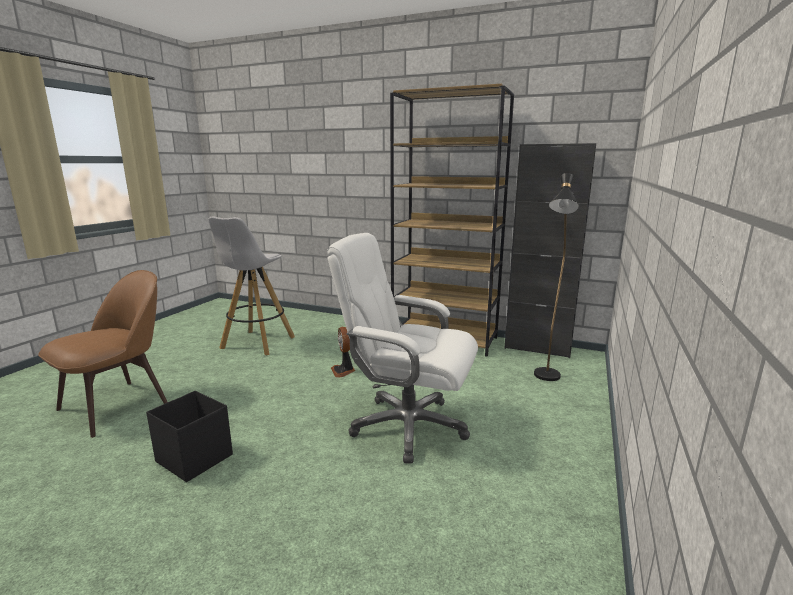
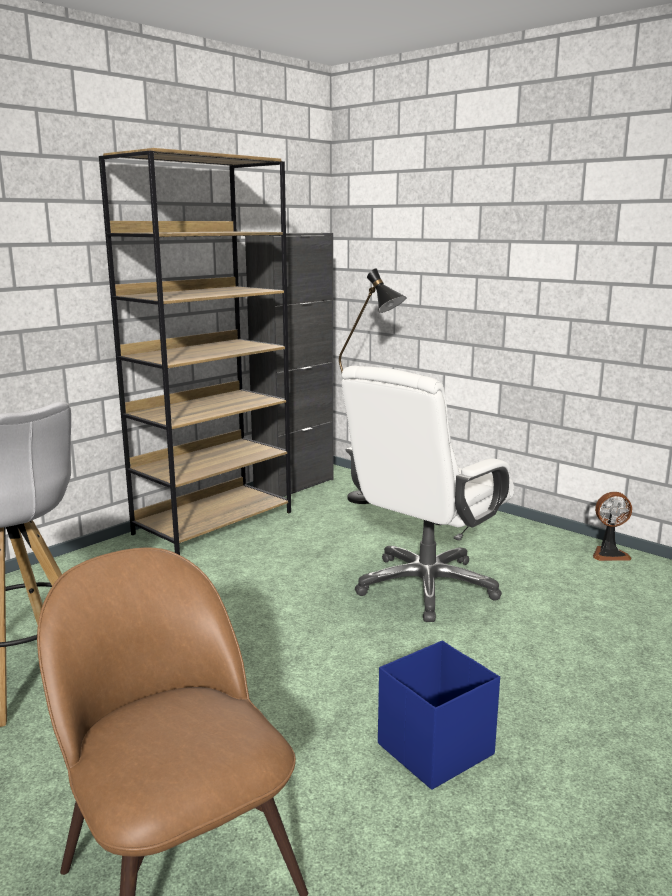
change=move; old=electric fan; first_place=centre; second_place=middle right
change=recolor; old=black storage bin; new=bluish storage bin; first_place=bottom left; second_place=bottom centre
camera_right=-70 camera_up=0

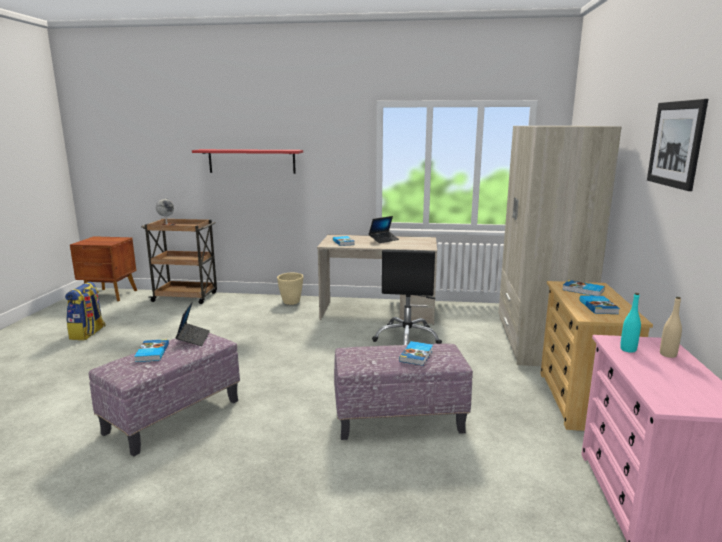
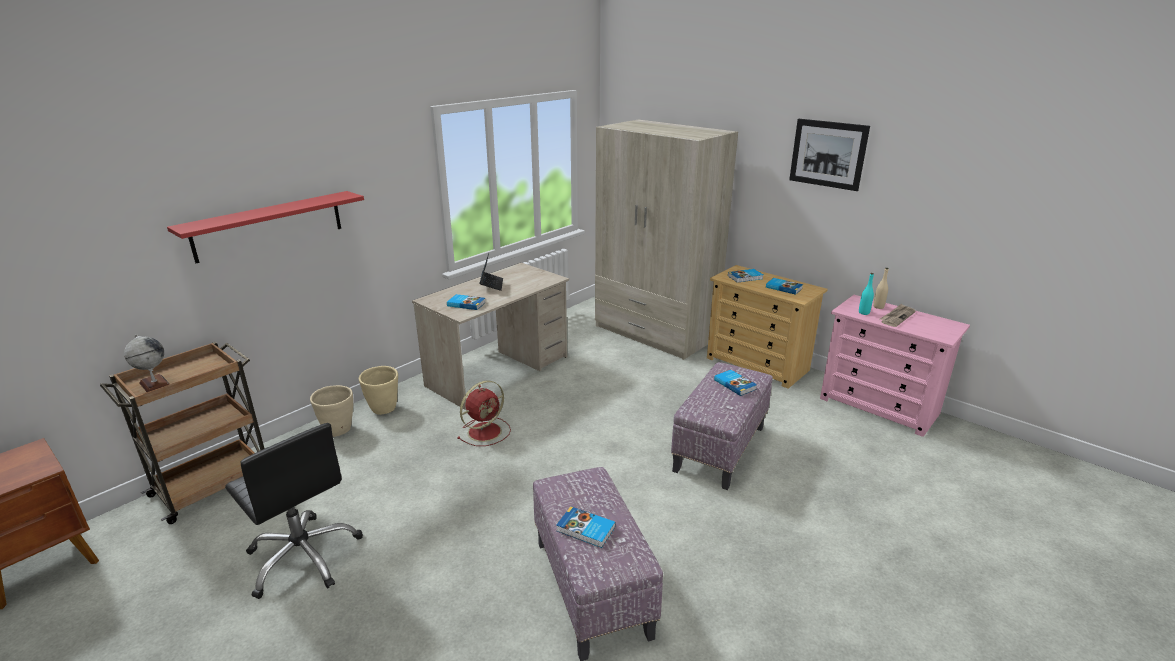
change=move; old=black computer chair; first_place=centre; second_place=bottom left
change=delete; old=backpack; first_place=middle left
change=delete; old=laptop (1st from left); first_place=middle left
change=insert; new=printed paper; second_place=middle right
change=insert; new=reddish electric fan; second_place=centre
change=insert; new=beige planter (1st from left); second_place=middle left
camera_right=-55 camera_up=10

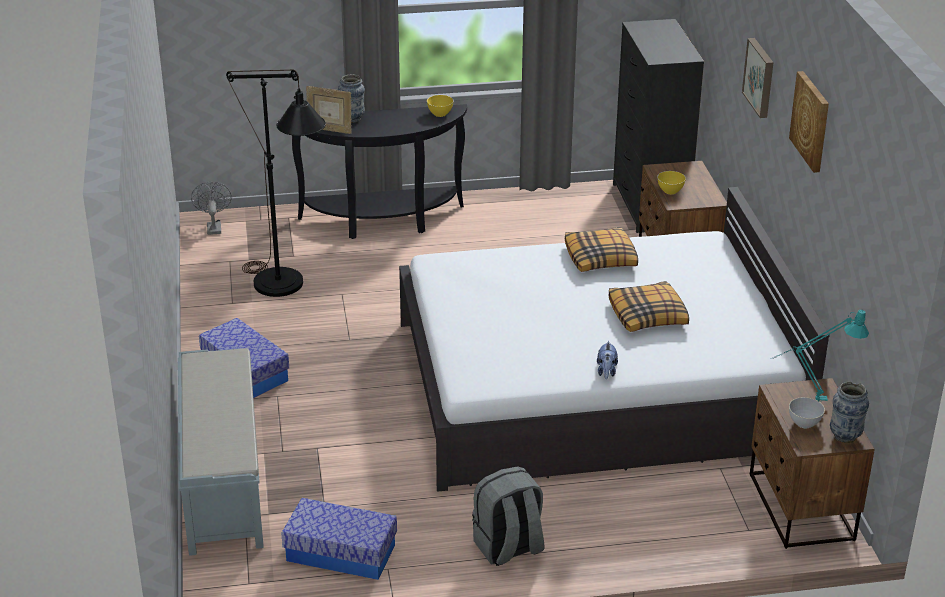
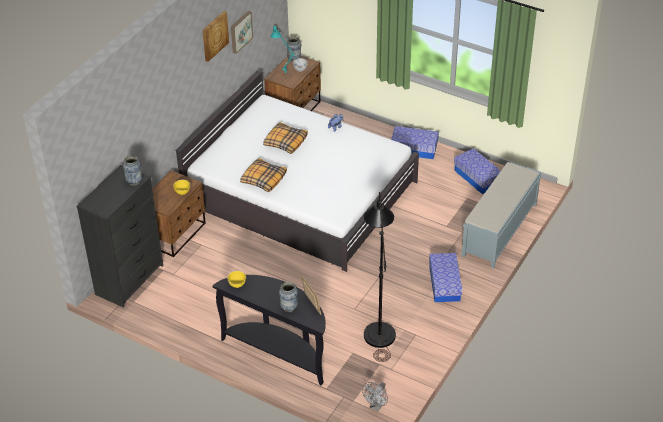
change=move; old=wall picture (1st from left in the first image); new=wall picture (2nd from left); first_place=top right; second_place=top centre
change=replace; old=gray backpack; new=storage bin (1st from left); first_place=bottom centre; second_place=centre
change=insert; new=decorative vase (1st from left); second_place=middle left
camera_right=-140 camera_up=10

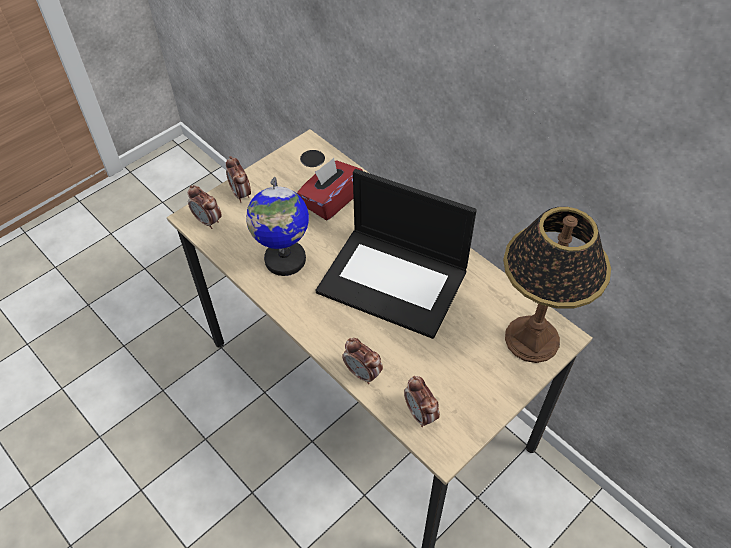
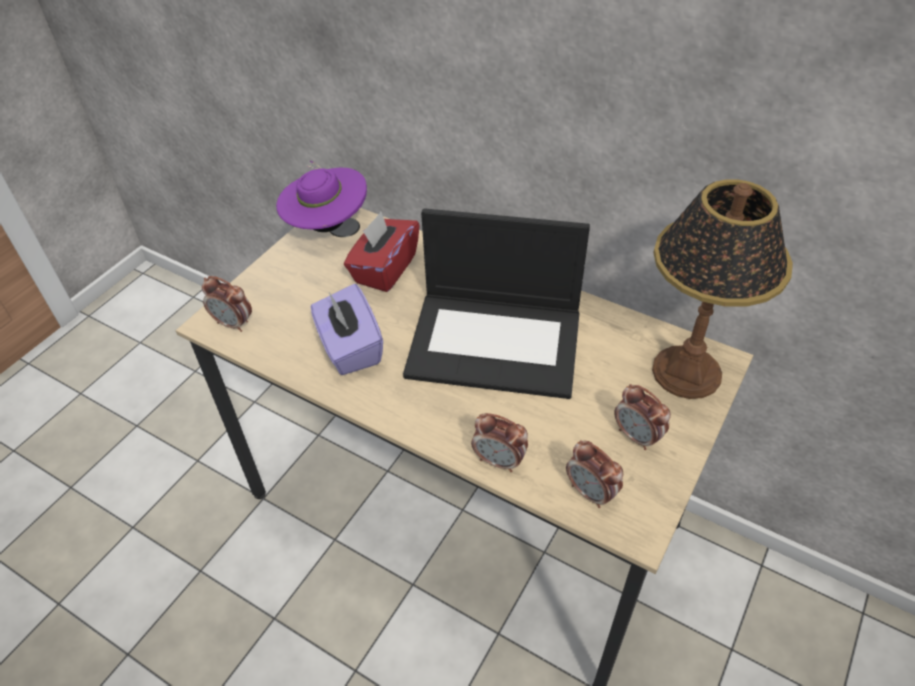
change=move; old=table clock (2nd from left in the first image); new=table clock (4th from left); first_place=top left; second_place=middle right
change=replace; old=globe; new=purplish tissue box; first_place=centre; second_place=centre
change=insert; new=purplish hat; second_place=top centre
camera_right=-15 camera_up=-5

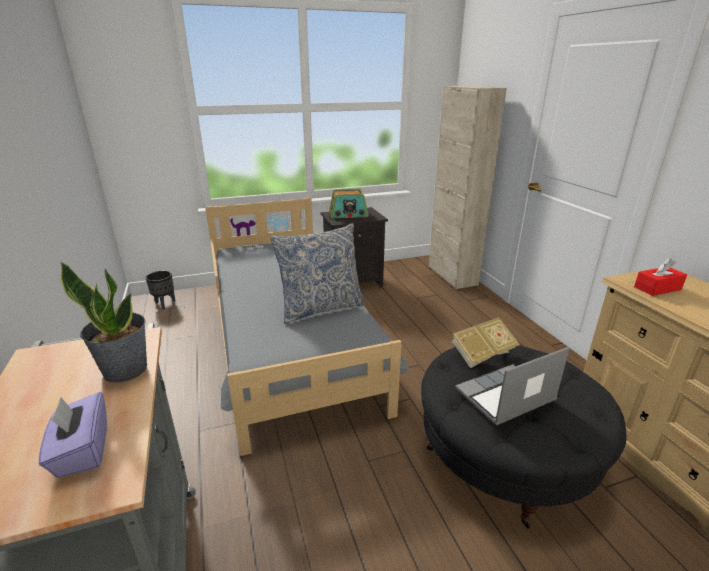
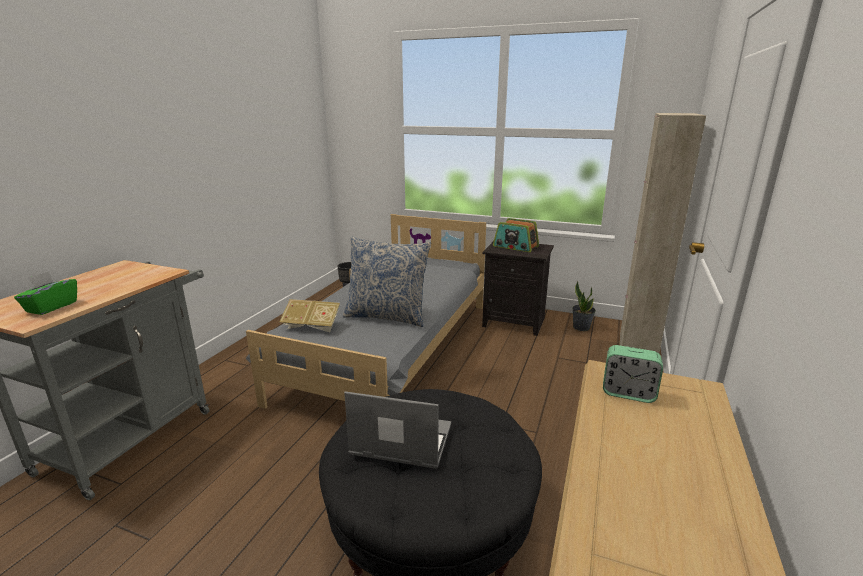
change=replace; old=reddish tissue box; new=table clock; first_place=middle right; second_place=middle right
change=move; old=houseplant; first_place=middle left; second_place=middle right
change=move; old=bound book; first_place=middle right; second_place=centre
change=recolor; old=purplish tissue box; new=greenish tissue box; first_place=bottom left; second_place=middle left
camera_right=40 camera_up=-5

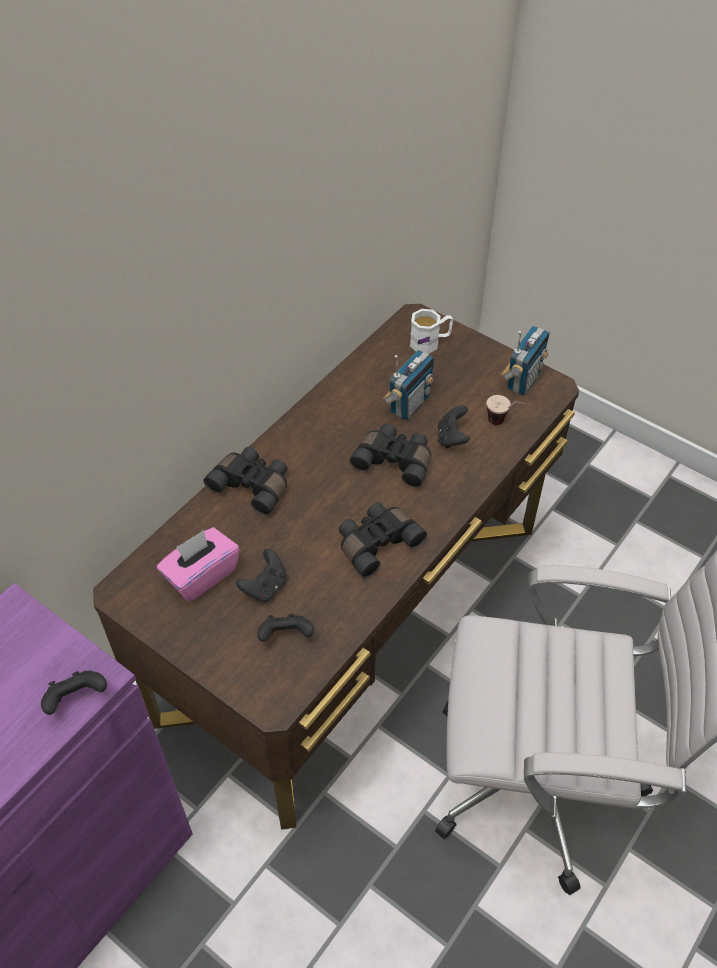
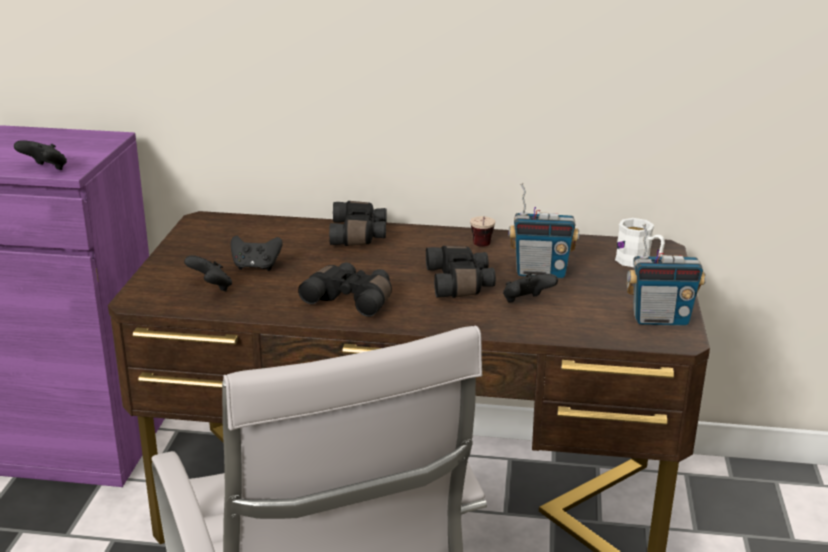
change=move; old=drinking cup; first_place=middle right; second_place=centre
change=delete; old=pink tissue box; first_place=middle left
camera_right=60 camera_up=-25

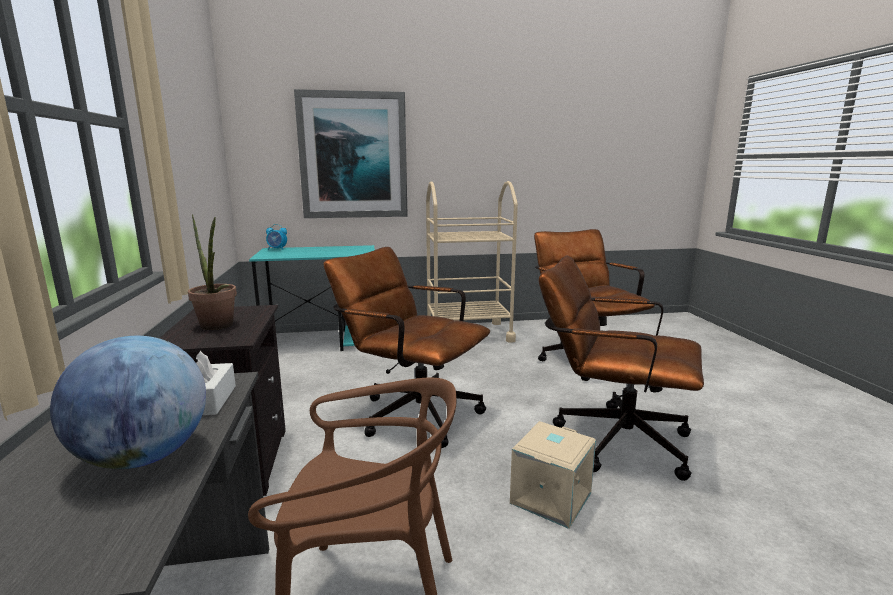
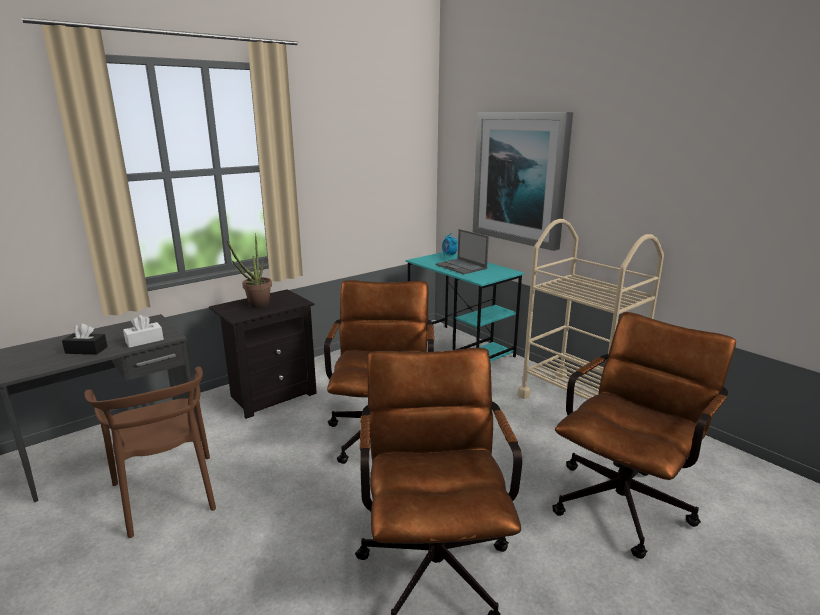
change=replace; old=globe; new=black tissue box; first_place=bottom left; second_place=middle left
change=delete; old=beige storage bin; first_place=bottom centre
change=insert; new=laptop; second_place=centre
camera_right=60 camera_up=5

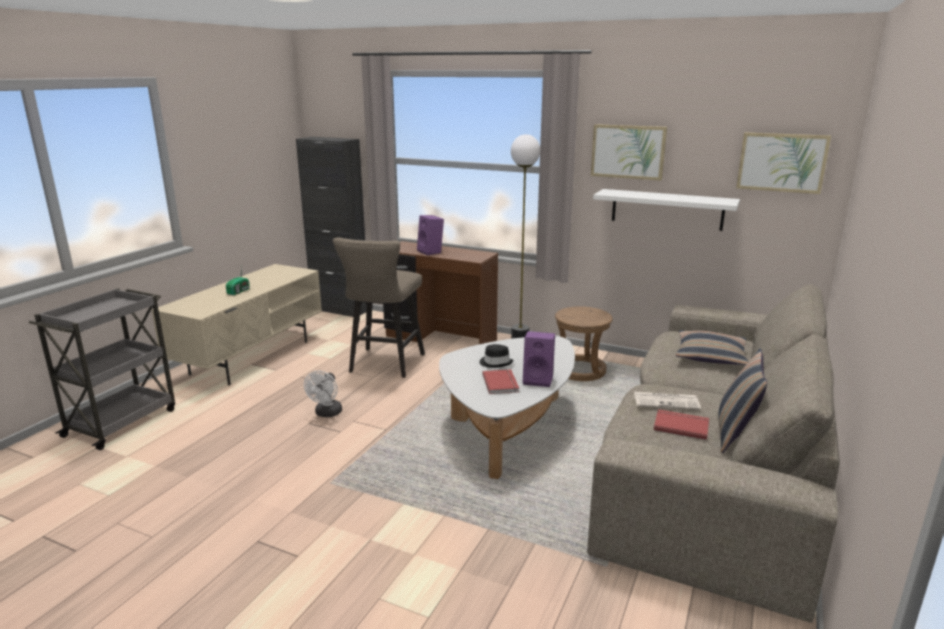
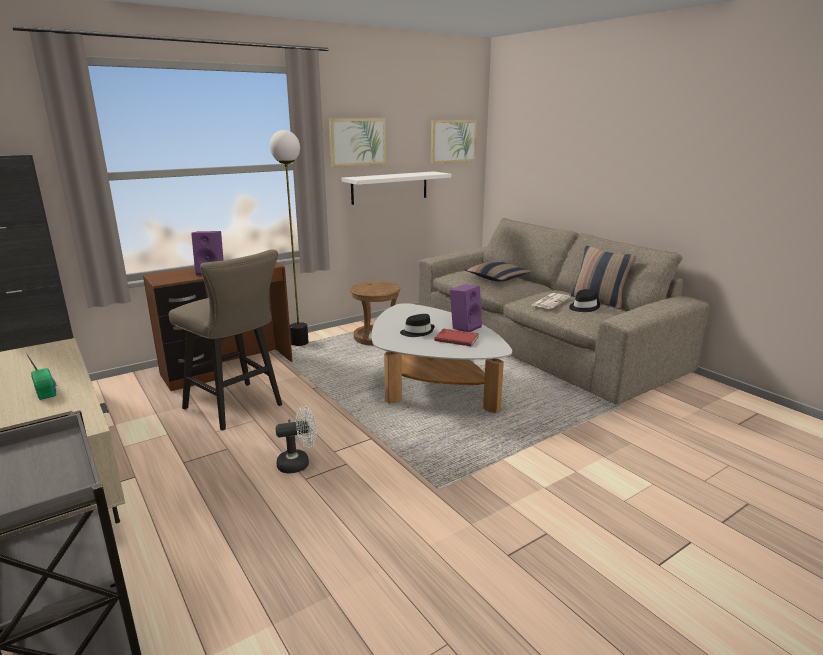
change=rotate; old=white-coloured electric fan; first_place=centre; second_place=bottom centre; degrees=-60
change=replace; old=reddish bound book (2nd from left); new=black hat (2nd from left); first_place=bottom right; second_place=middle right
camera_right=-60 camera_up=0

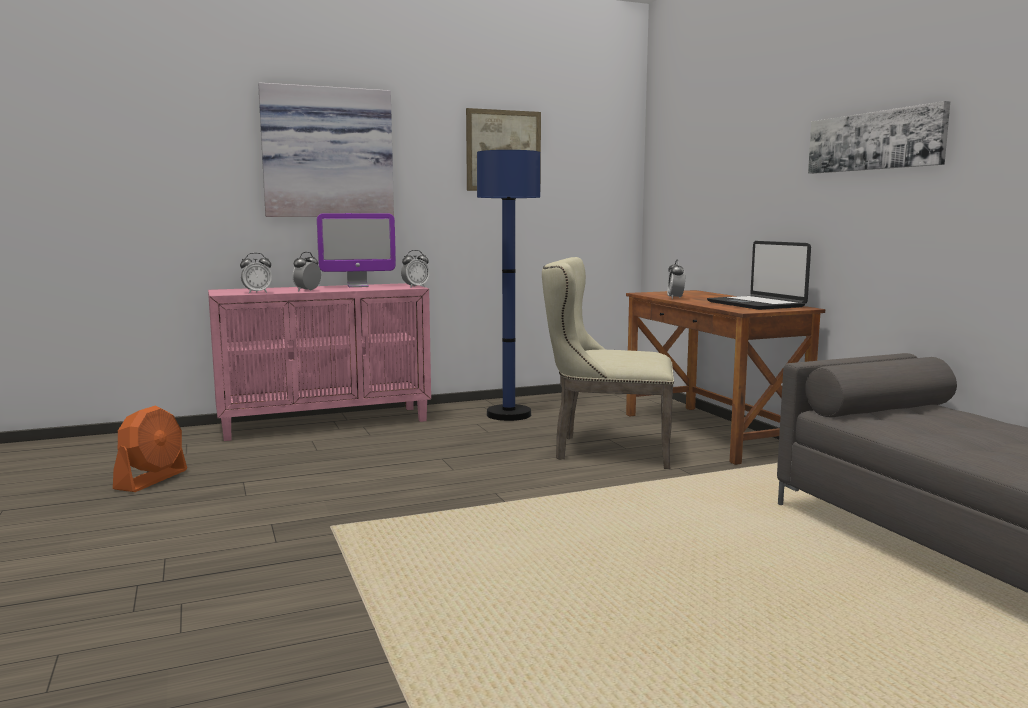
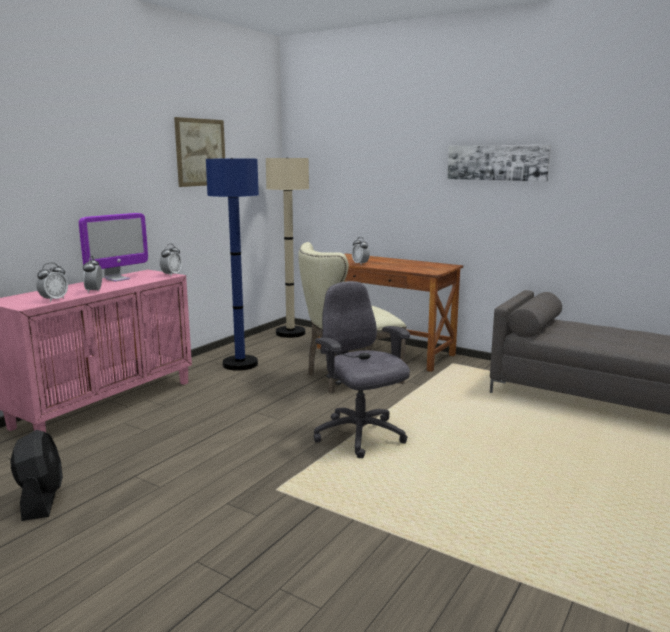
change=delete; old=wall picture (1st from left); first_place=top left
change=delete; old=laptop; first_place=middle right
change=recolor; old=orangey electric fan; new=black electric fan; first_place=middle left; second_place=bottom left
change=insert; new=beige floor lamp; second_place=centre
change=insert; new=gray computer chair; second_place=centre
camera_right=-35 camera_up=5

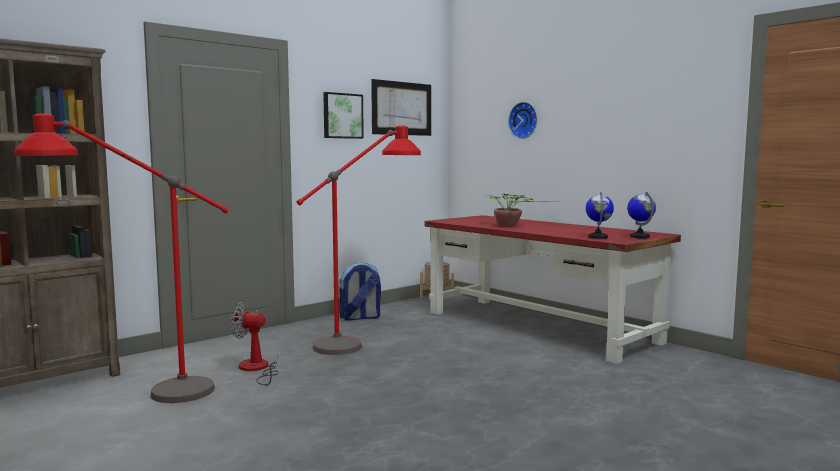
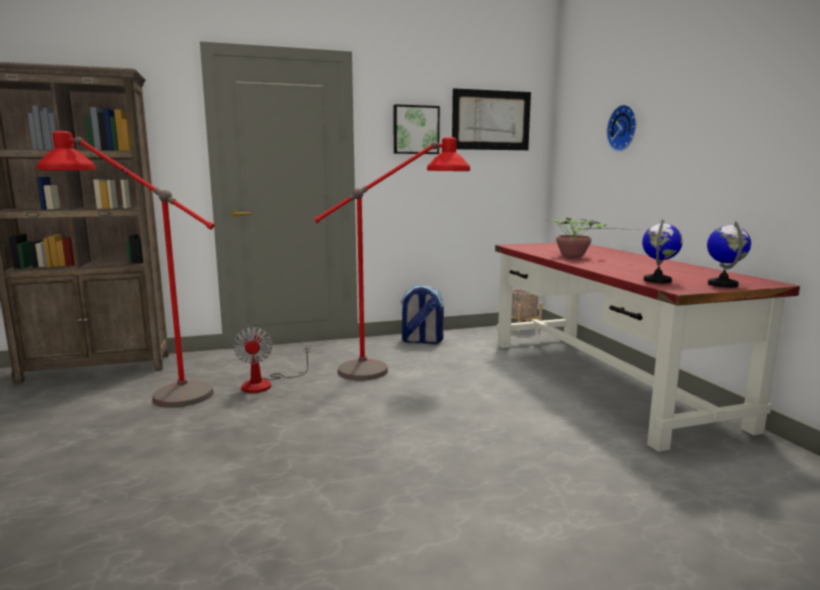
change=rotate; old=electric fan; first_place=bottom left; second_place=middle left; degrees=-135
camera_right=25 camera_up=5

